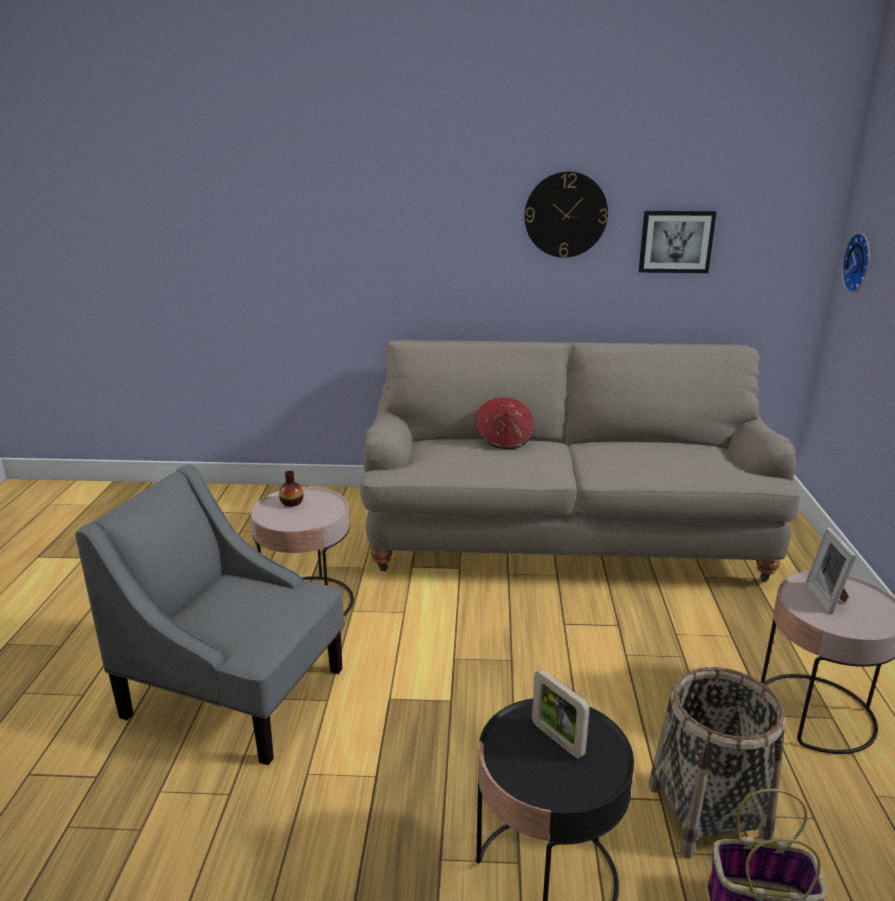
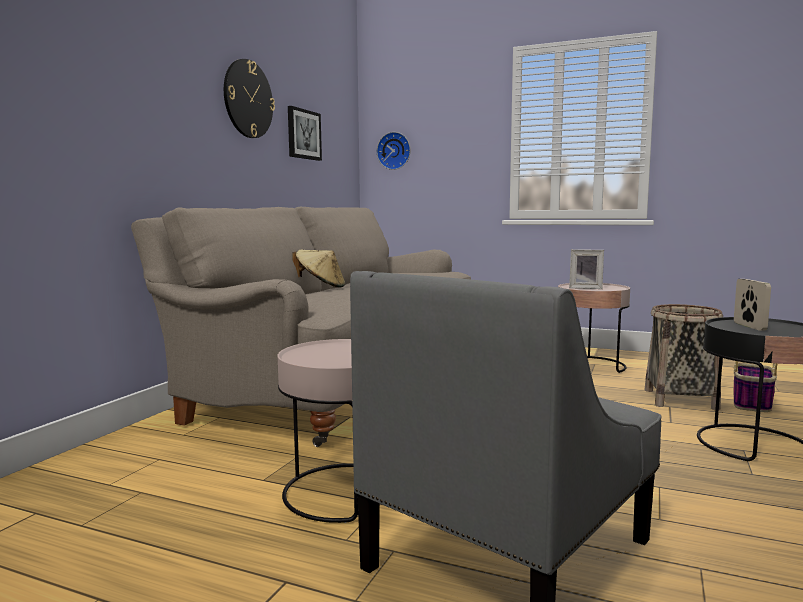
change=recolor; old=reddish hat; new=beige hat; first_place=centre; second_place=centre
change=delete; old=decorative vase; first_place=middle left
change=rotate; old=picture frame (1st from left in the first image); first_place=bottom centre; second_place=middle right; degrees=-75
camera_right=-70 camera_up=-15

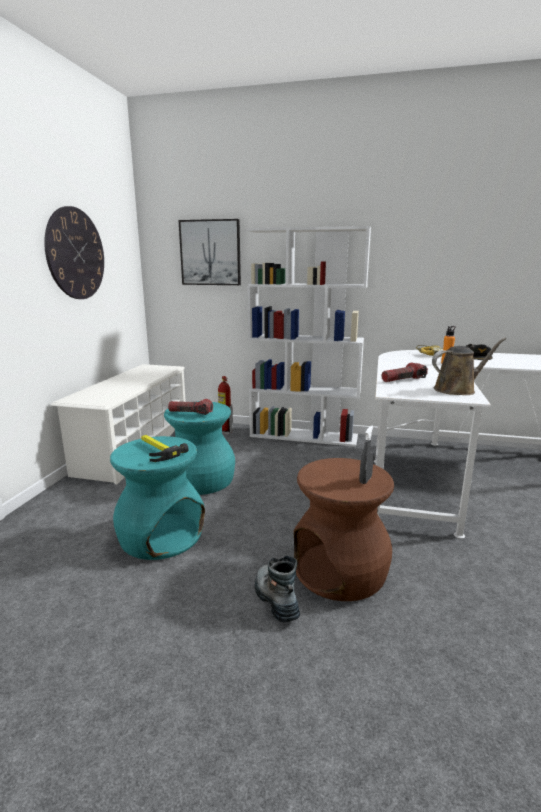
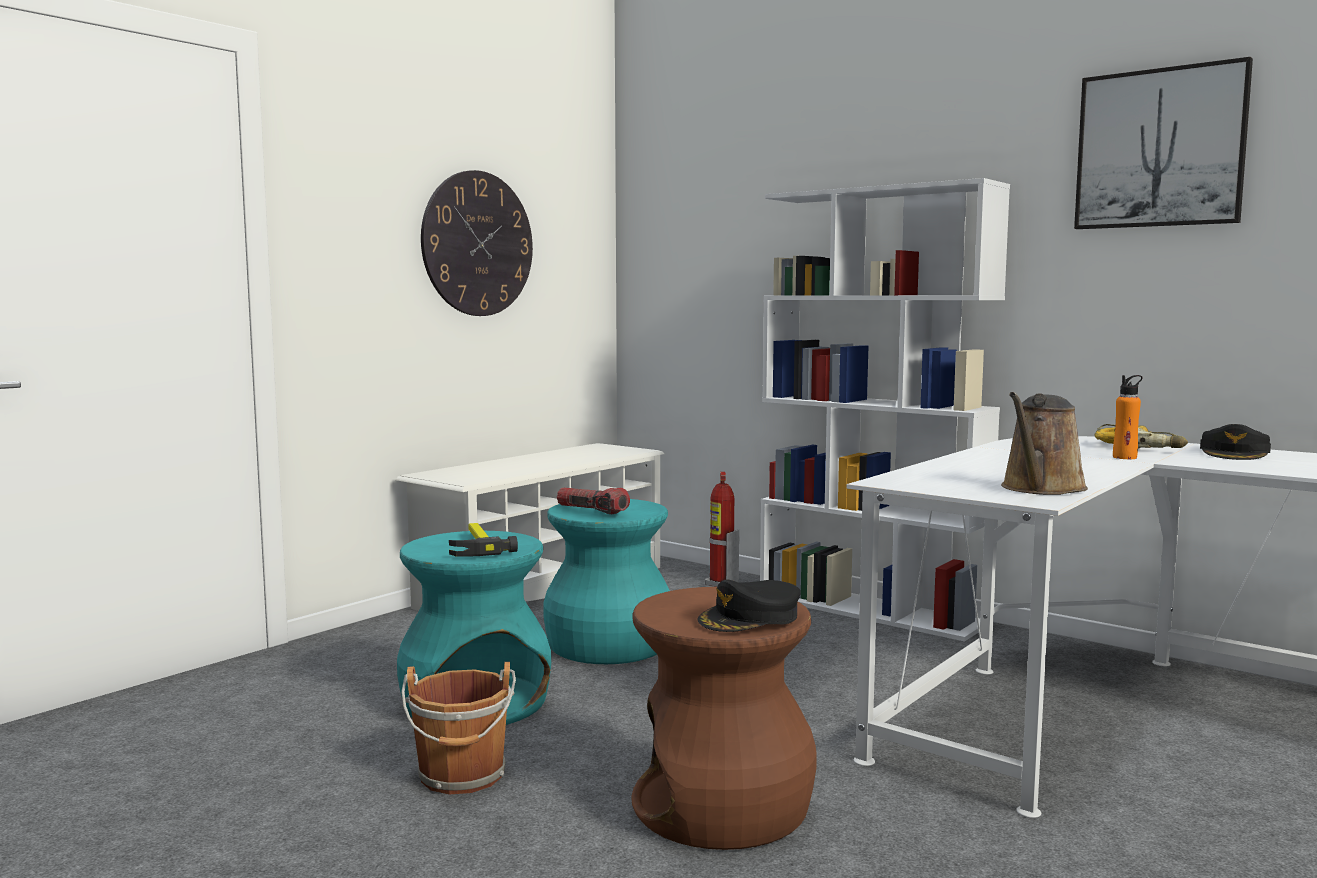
change=move; old=wall picture; first_place=top centre; second_place=top right
change=rotate; old=brownish sprinkling can; first_place=middle right; second_place=middle right; degrees=120
change=delete; old=torch (2nd from left); first_place=middle right
change=replace; old=gray sprayer; new=black baseball cap (1st from left); first_place=middle right; second_place=bottom centre
change=delete; old=high-top boot; first_place=bottom centre
change=insert; new=brownish water bucket; second_place=bottom centre
camera_right=25 camera_up=-10

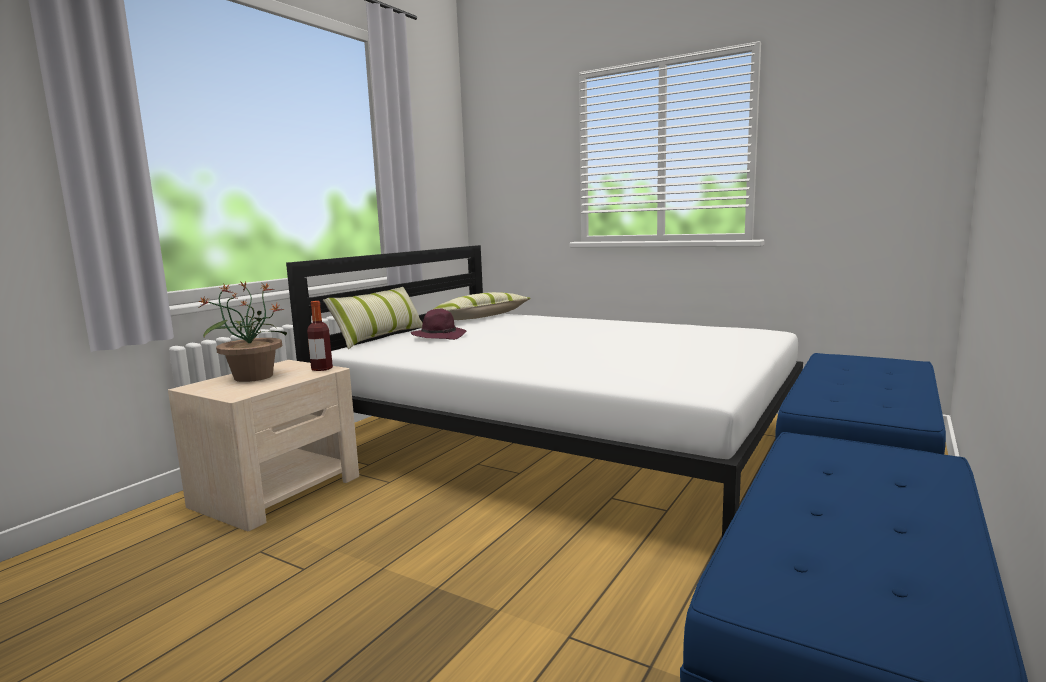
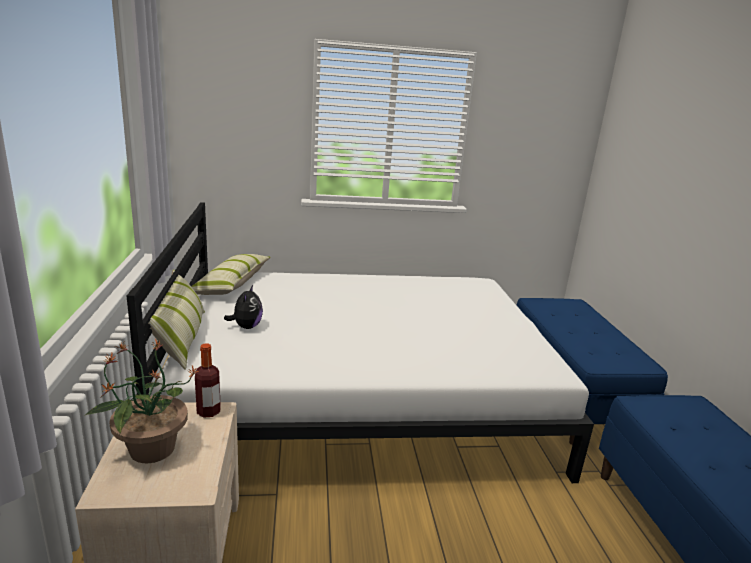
change=replace; old=purplish hat; new=cuddly toy; first_place=centre; second_place=middle left
camera_right=-40 camera_up=10

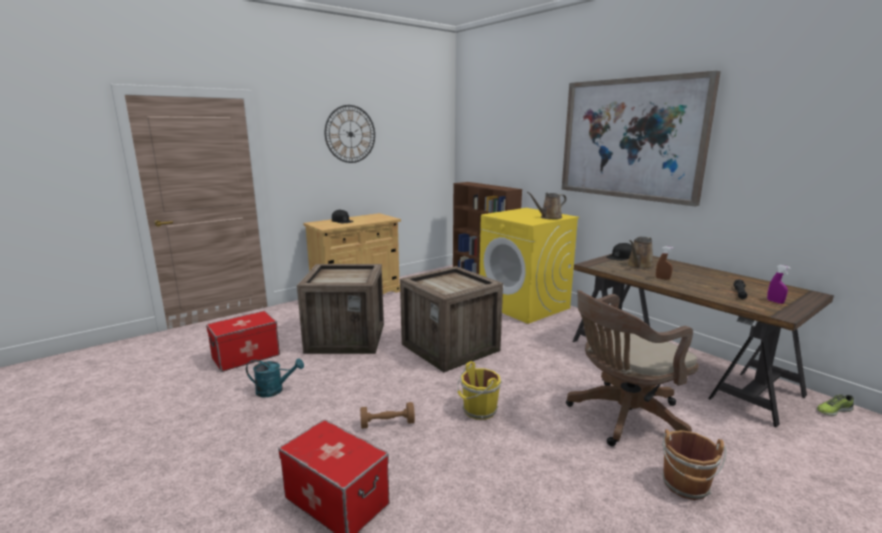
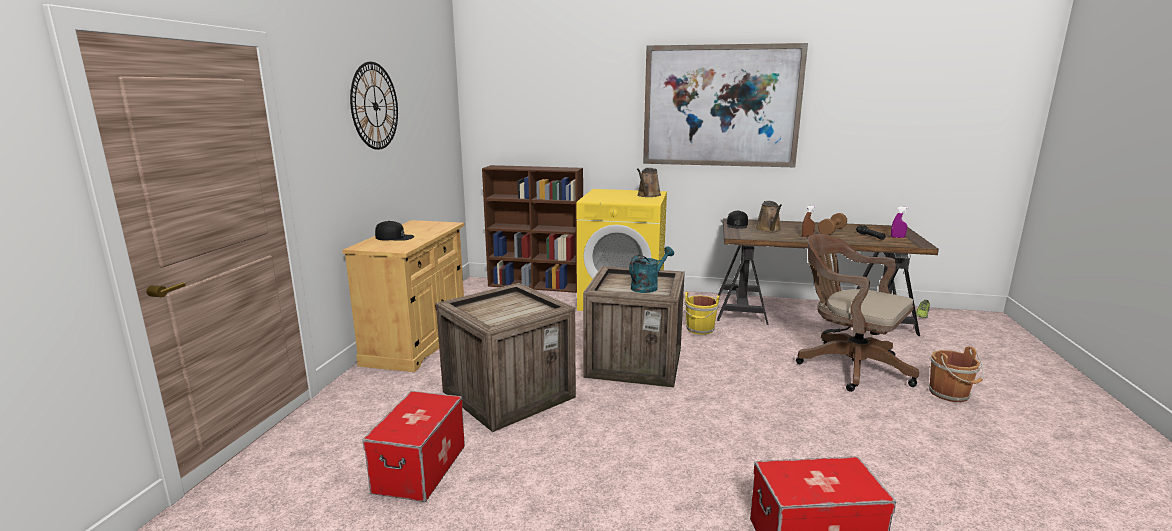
change=rotate; old=brownish computer chair; first_place=bottom right; second_place=middle right; degrees=105
change=move; old=turquoise sprinkling can; first_place=bottom left; second_place=centre
change=move; old=yellow water bucket; first_place=bottom centre; second_place=centre
change=move; old=brownish hand weight; first_place=bottom centre; second_place=middle right
camera_right=-40 camera_up=0

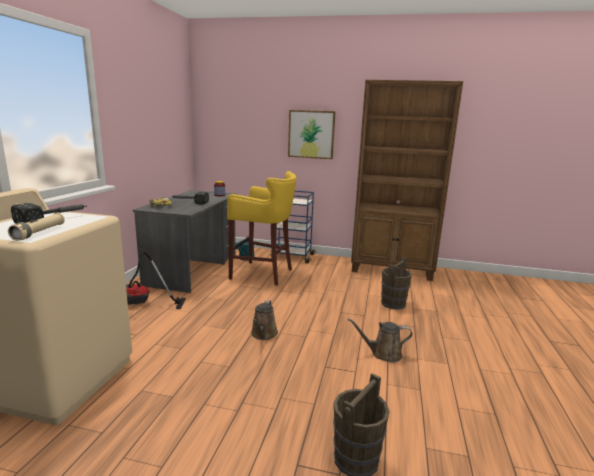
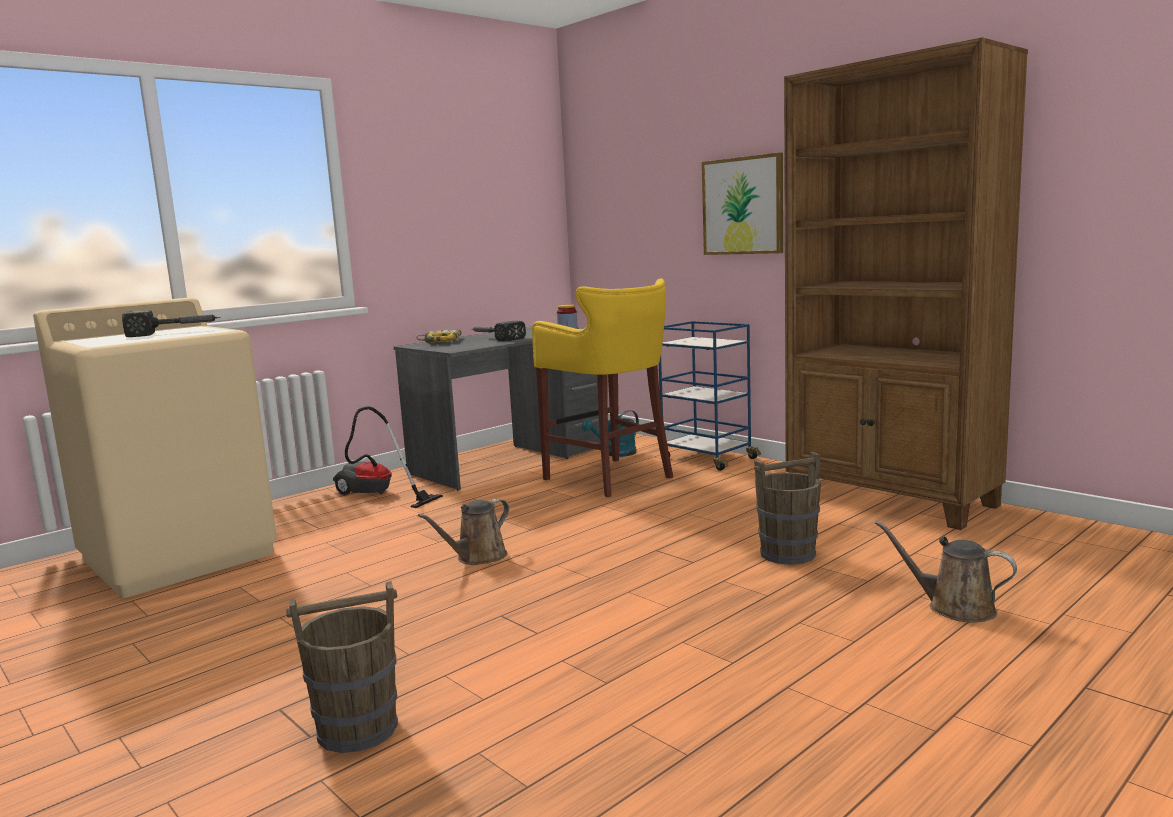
change=delete; old=beige torch; first_place=middle left
change=move; old=brownish sprinkling can (2nd from left); first_place=bottom centre; second_place=bottom right
camera_right=35 camera_up=-5

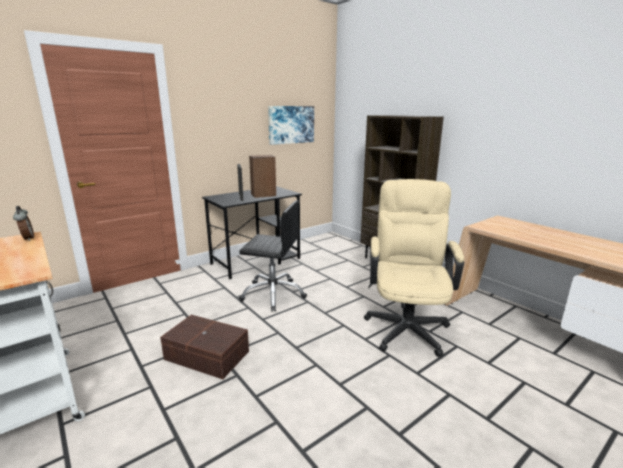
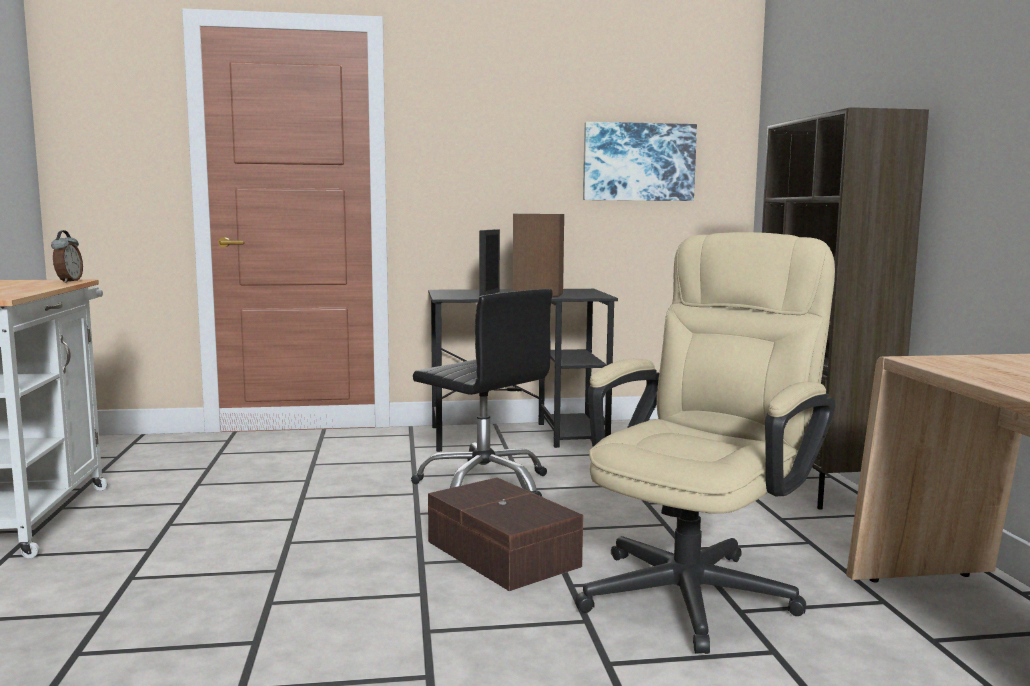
change=move; old=brownish storage bin; first_place=bottom left; second_place=bottom centre
camera_right=30 camera_up=-10

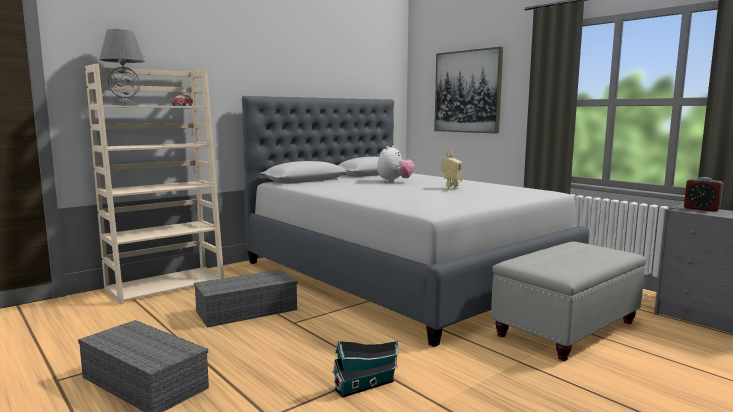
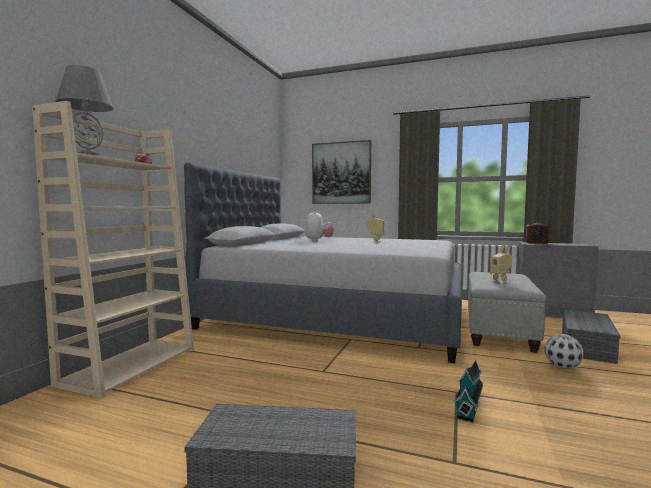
change=move; old=gray storage bin (2nd from left); first_place=bottom centre; second_place=bottom right
change=insert; new=toy robot (2nd from left); second_place=middle right
change=insert; new=football; second_place=bottom right
camera_right=-30 camera_up=-5

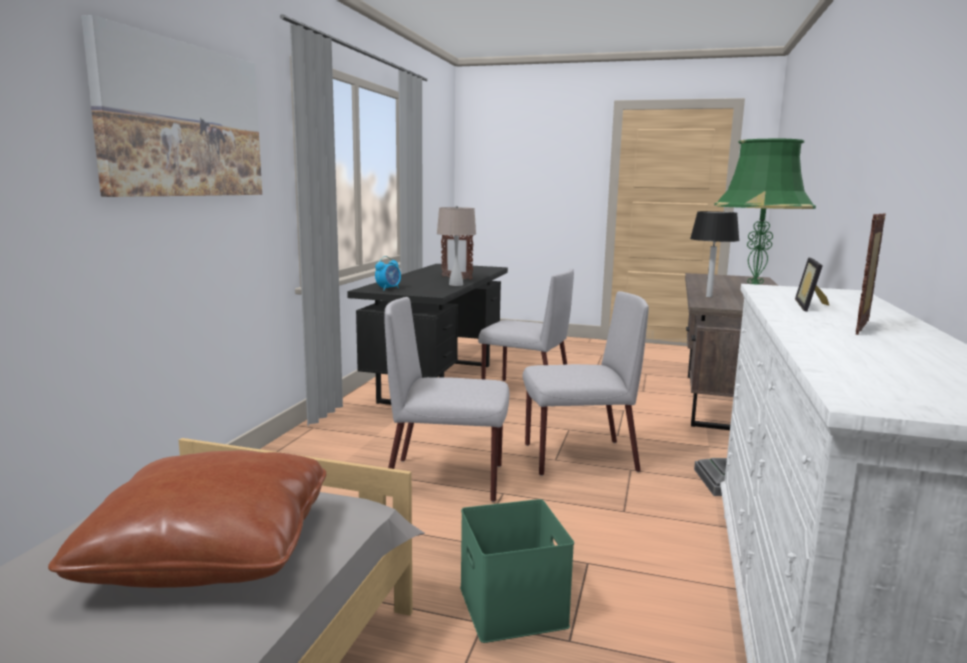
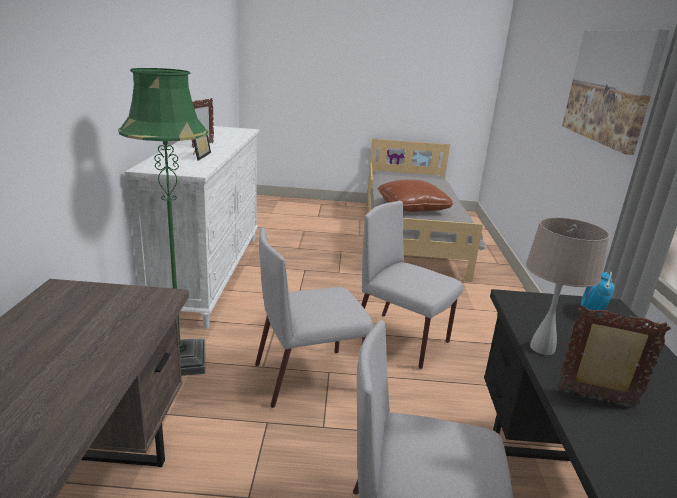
change=delete; old=black lamp for a table; first_place=middle right
change=rotate; old=gray plain chair (1st from left in the first image); first_place=centre; second_place=centre; degrees=-135
change=delete; old=greenish storage bin; first_place=bottom centre
camera_right=165 camera_up=10

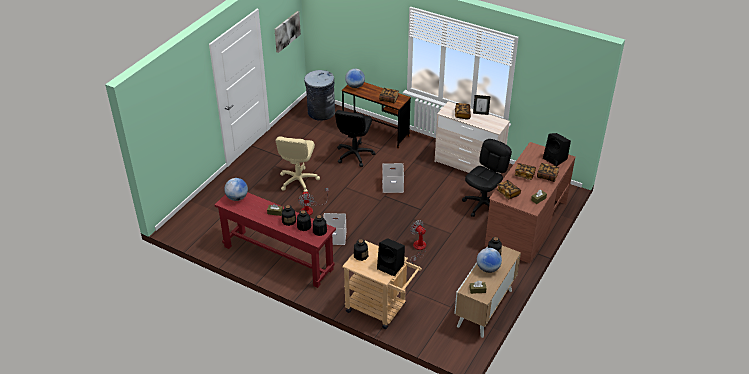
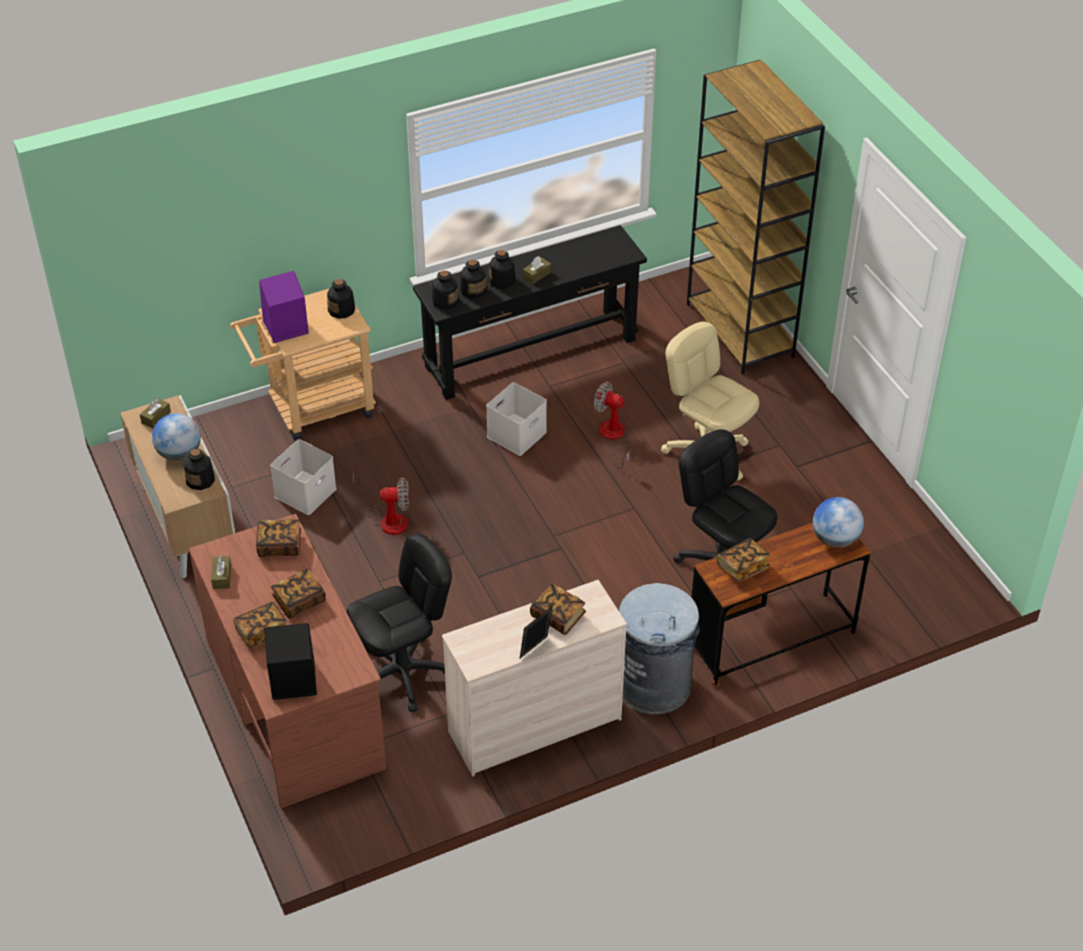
change=delete; old=wall picture; first_place=top centre
change=move; old=gray rubbish bin; first_place=top centre; second_place=bottom centre
change=rotate; old=black computer chair (2nd from left in the first image); first_place=centre; second_place=centre; degrees=-105
change=move; old=white-coloured storage bin (2nd from left in the first image); new=white-coloured storage bin (1st from left); first_place=centre; second_place=middle left
change=delete; old=globe (1st from left); first_place=middle left
change=recolor; old=reddish console table; new=black console table; first_place=centre; second_place=top centre
change=recolor; old=black speaker (1st from left); new=purplish speaker; first_place=bottom centre; second_place=top left
change=insert; new=brownish bookshelf; second_place=top right
camera_right=125 camera_up=5

